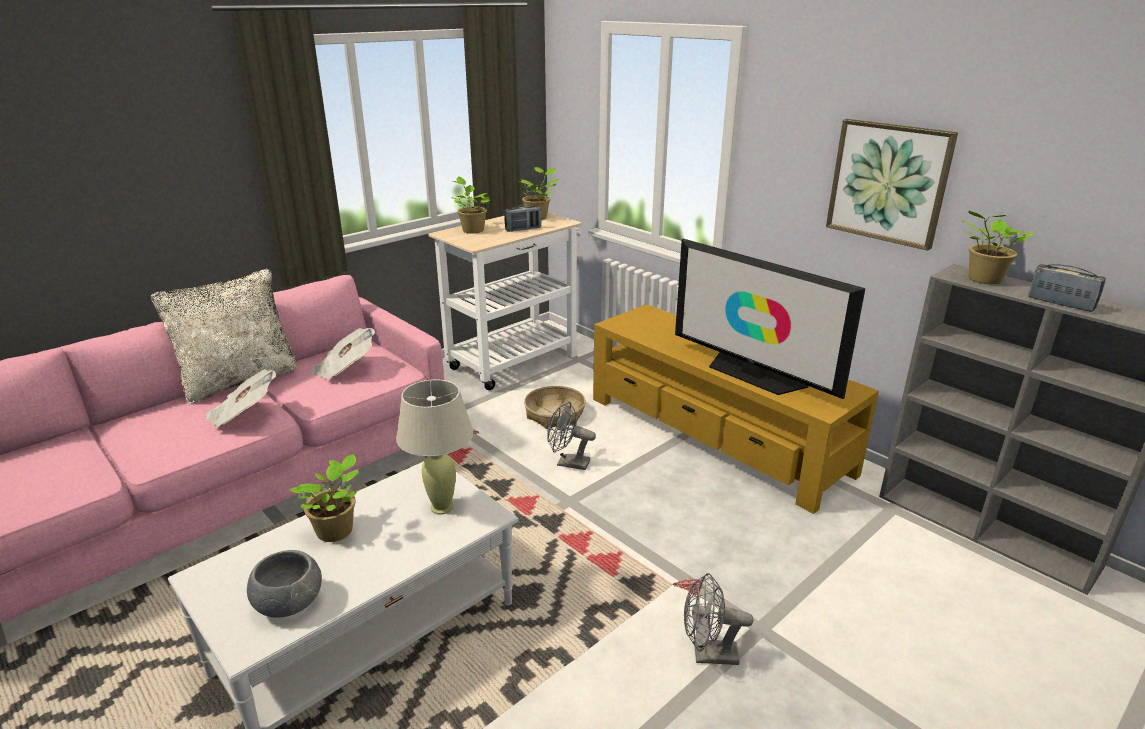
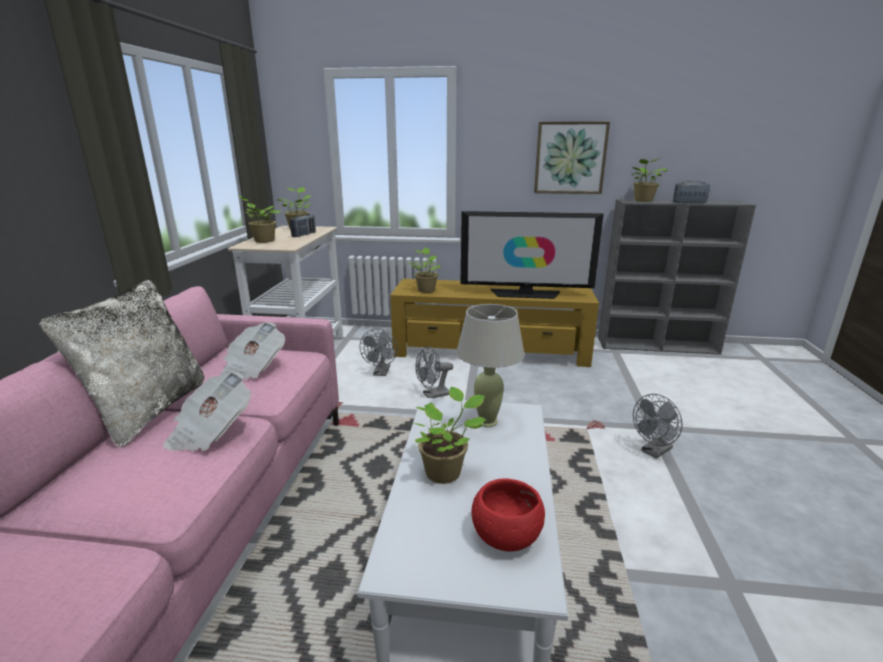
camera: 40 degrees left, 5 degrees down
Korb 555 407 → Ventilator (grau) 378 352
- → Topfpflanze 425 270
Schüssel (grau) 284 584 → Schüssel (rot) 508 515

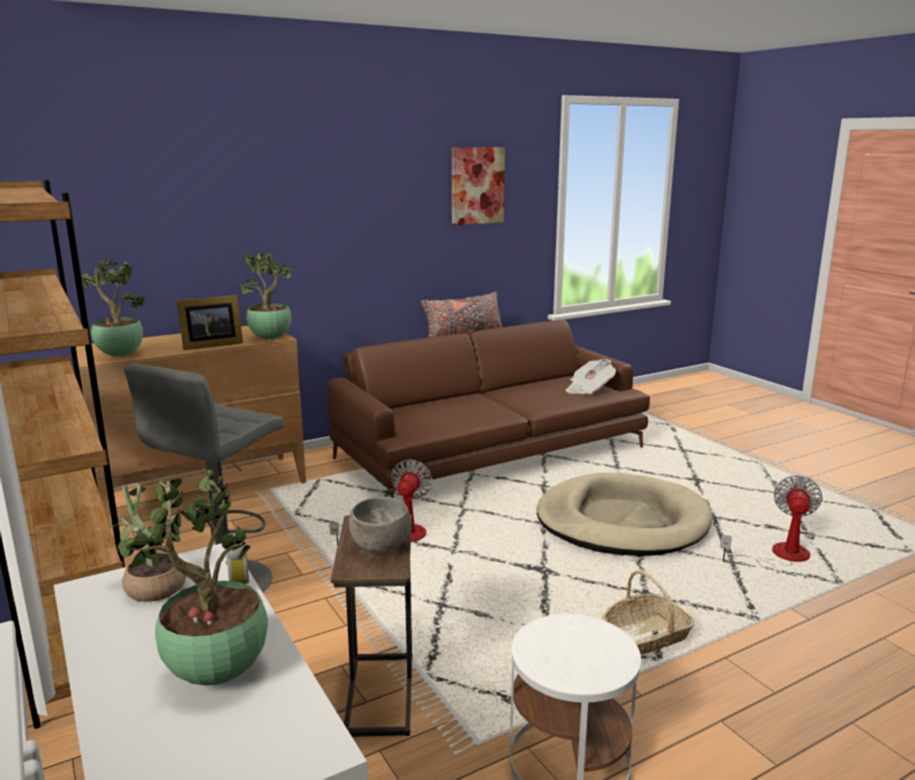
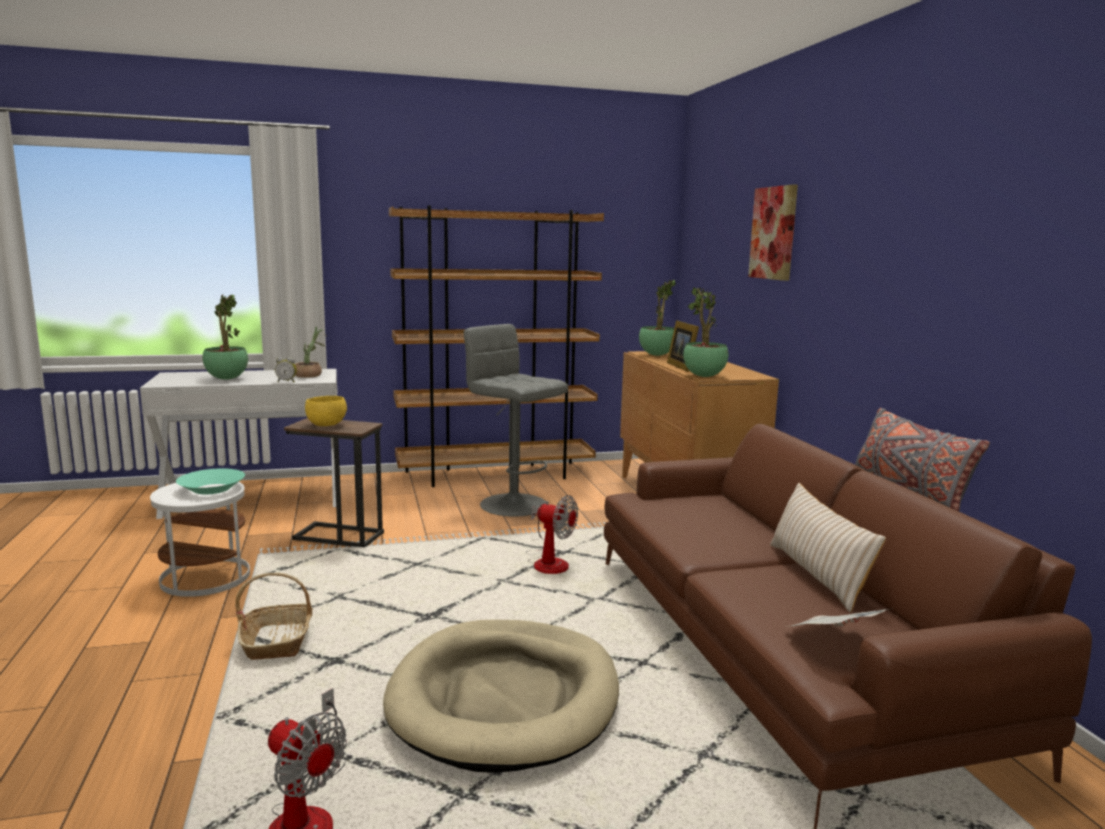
camera: 105 degrees right, 5 degrees down
- → Schüssel (türkis) 210 481
Schüssel (grau) 380 525 → Schüssel (gelb) 326 411
Bild 478 186 → Bild 773 232, moved
- → Kissen (beige) 828 547

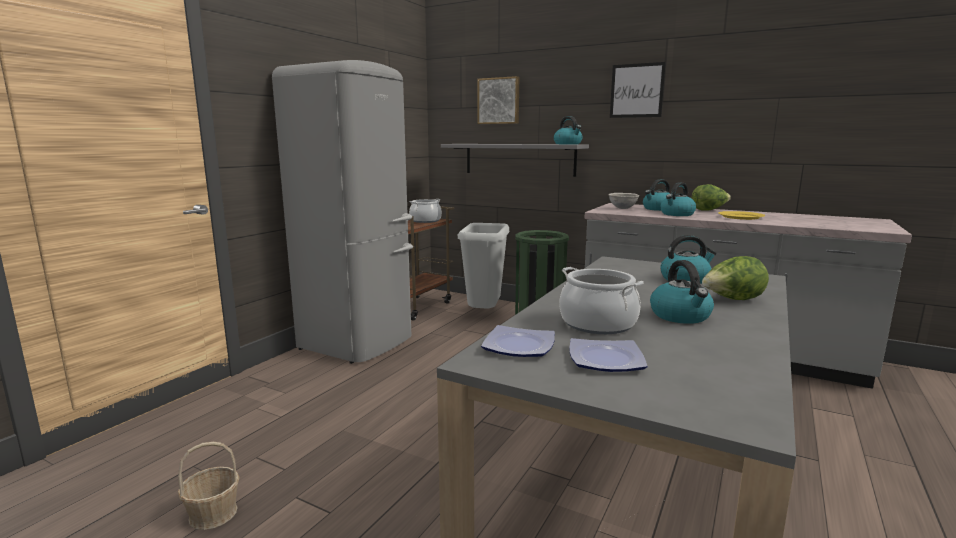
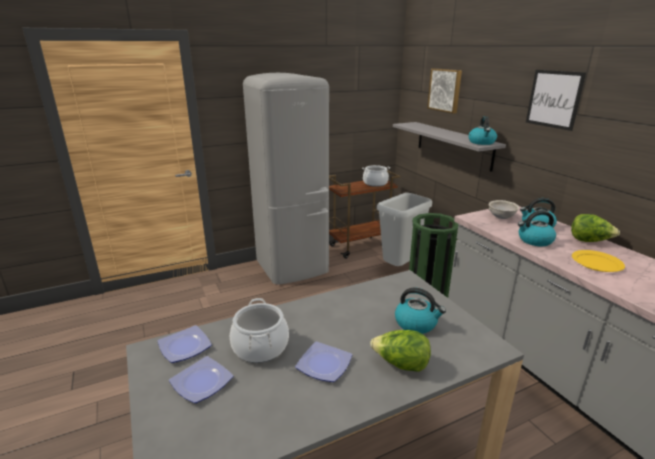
camera: 35 degrees right, 10 degrees up
Wasserkessel 682 292 → Teller 323 361
Korb 208 486 → -

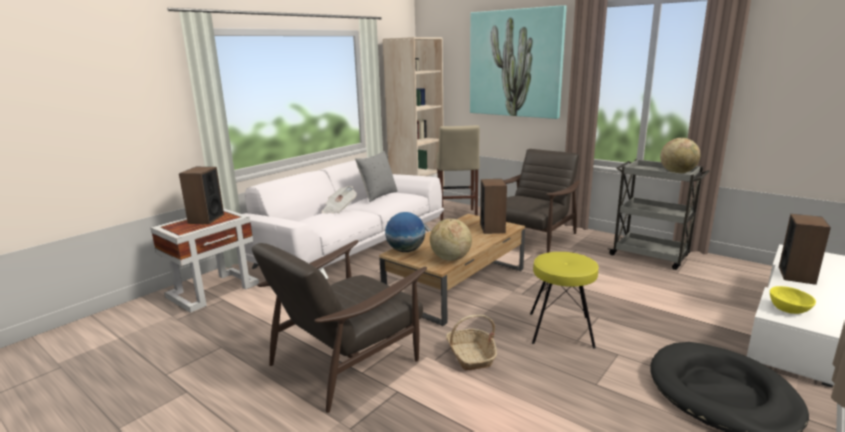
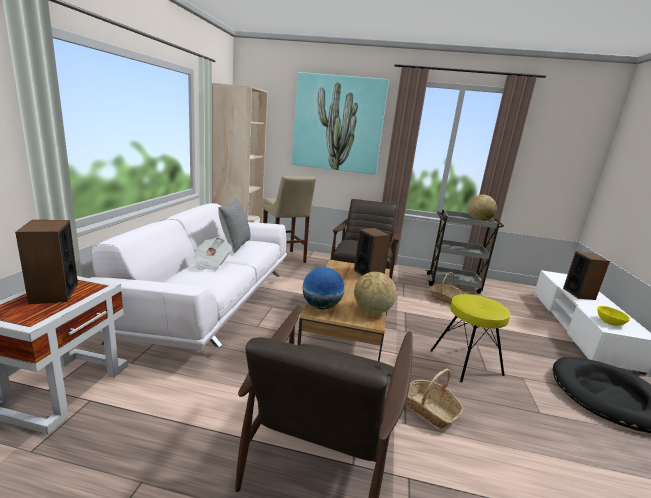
camera: 30 degrees left, 0 degrees up
- → Korb 447 288

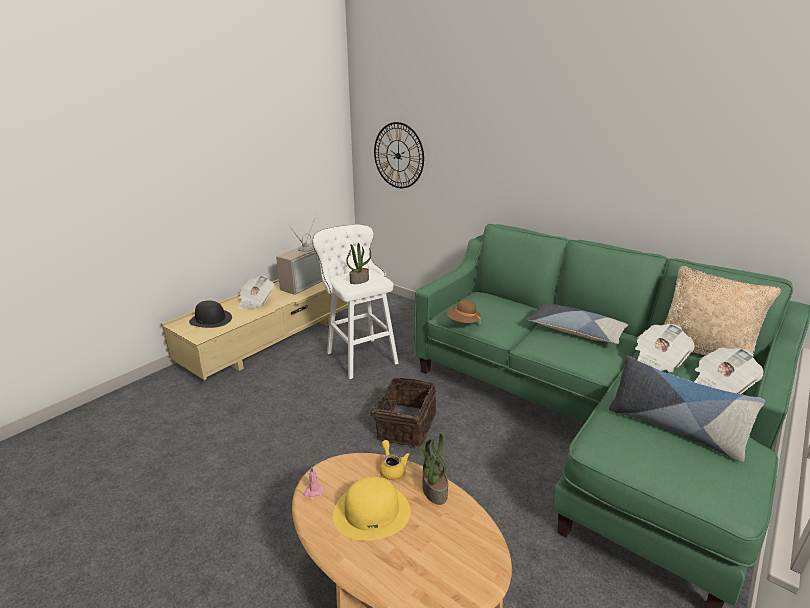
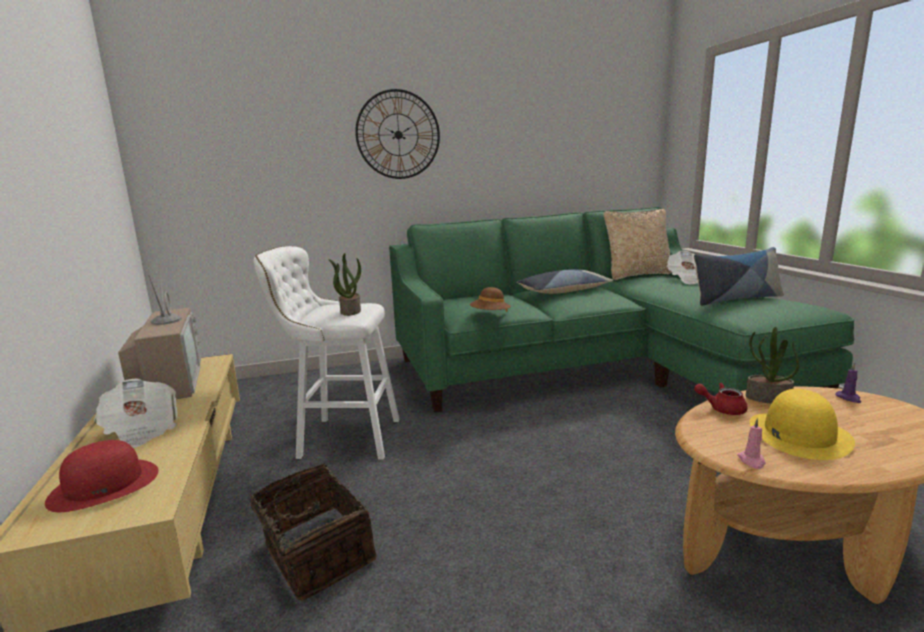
camera: 55 degrees left, 10 degrees down
Hut (schwarz) 210 314 → Hut (rot) 102 476
Korb 398 412 → Korb 313 532, moved
Wanduhr 399 155 → Wanduhr 397 134, moved
Teekanne (gelb) 395 460 → Teekanne (rot) 721 399
- → Kerze (lila) 848 383
Zeitung 665 348 → -

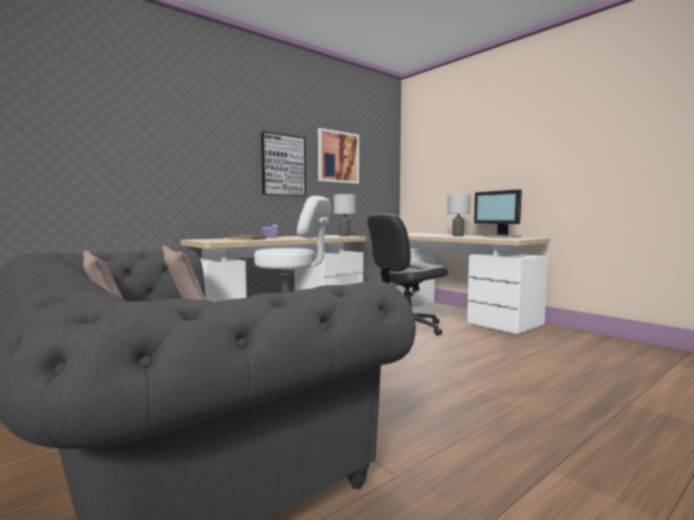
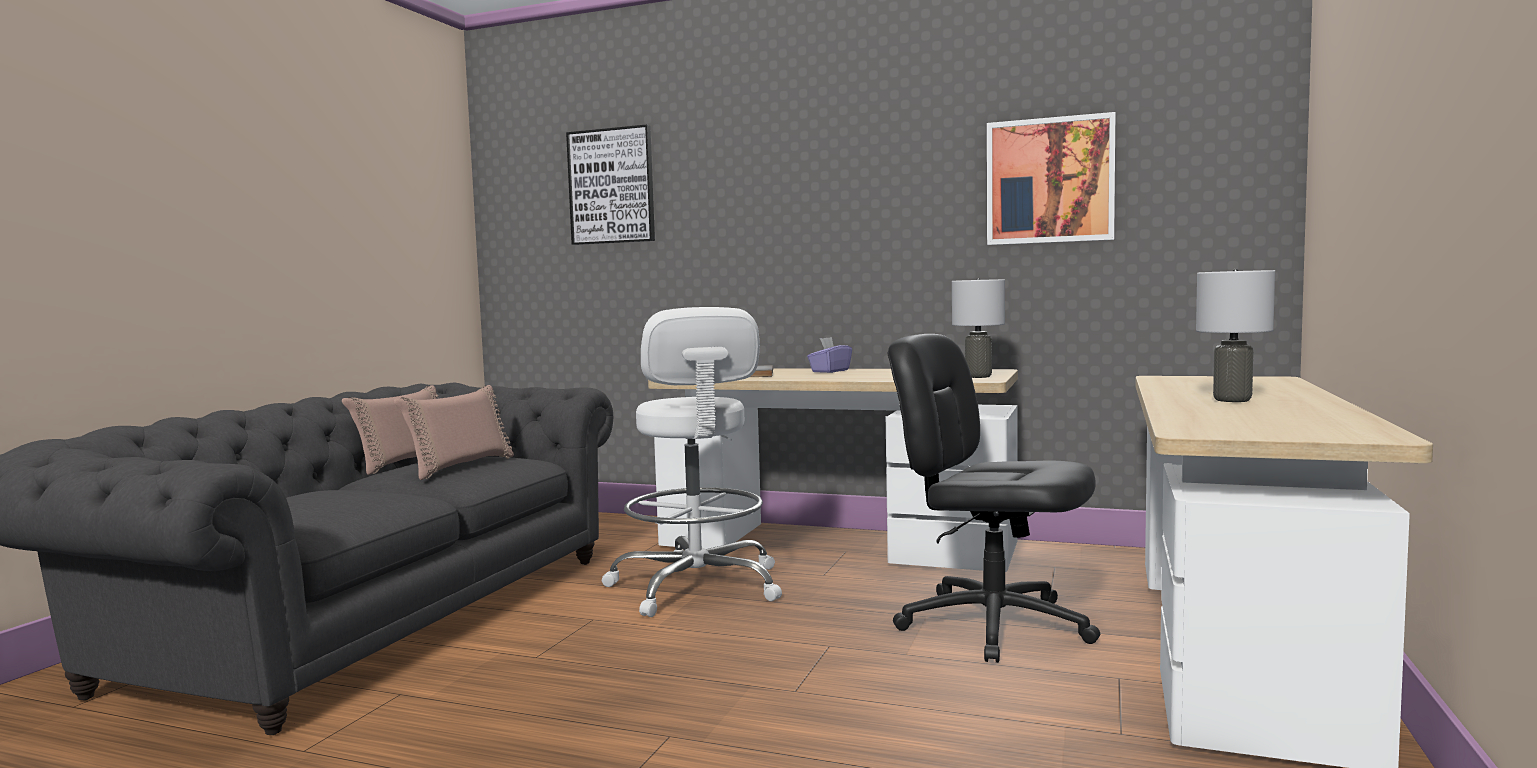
camera: 60 degrees right, 0 degrees up
Bild 283 163 → Bild 610 184, moved
Monitor 498 213 → -

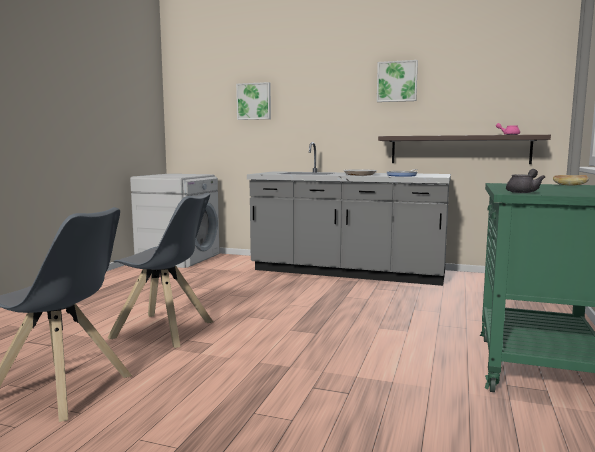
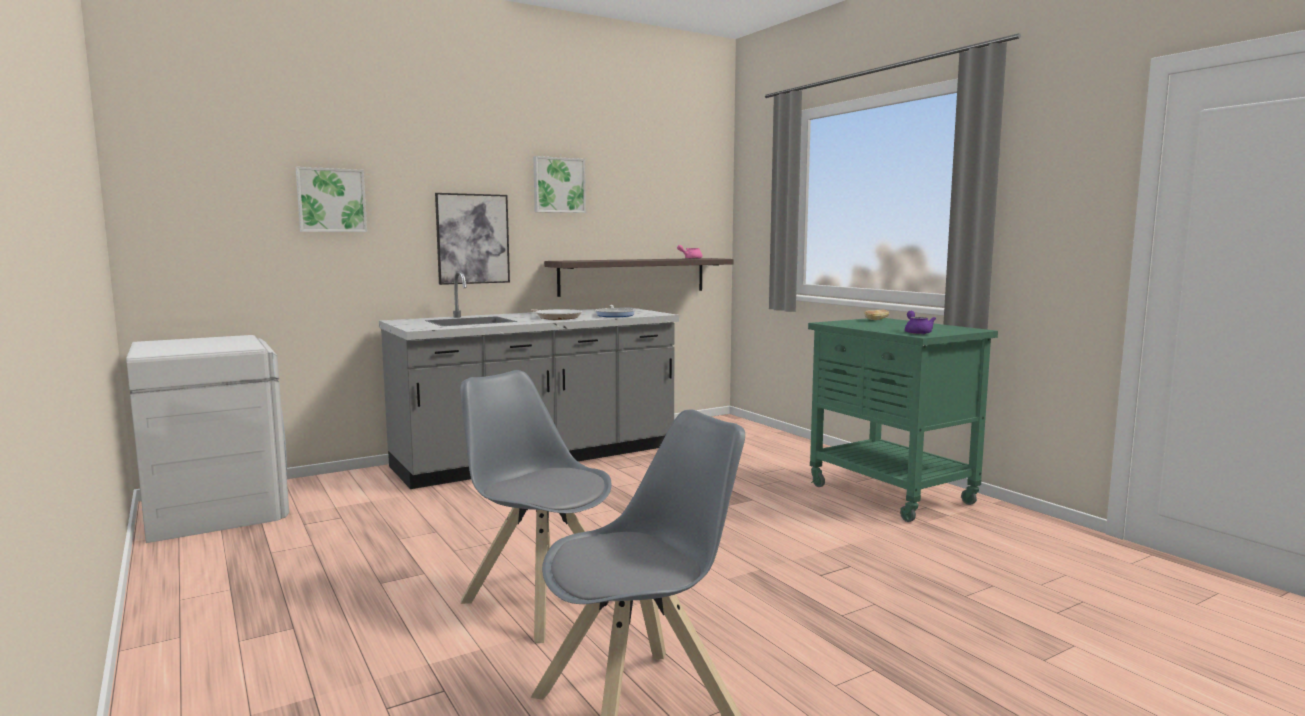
camera: 50 degrees left, 0 degrees up
- → Bild 472 239
Stuhl (grau) 160 270 → Stuhl (grau) 535 506, 105 degrees counterclockwise
Teekanne (grau) 525 181 → Teekanne (lila) 920 322

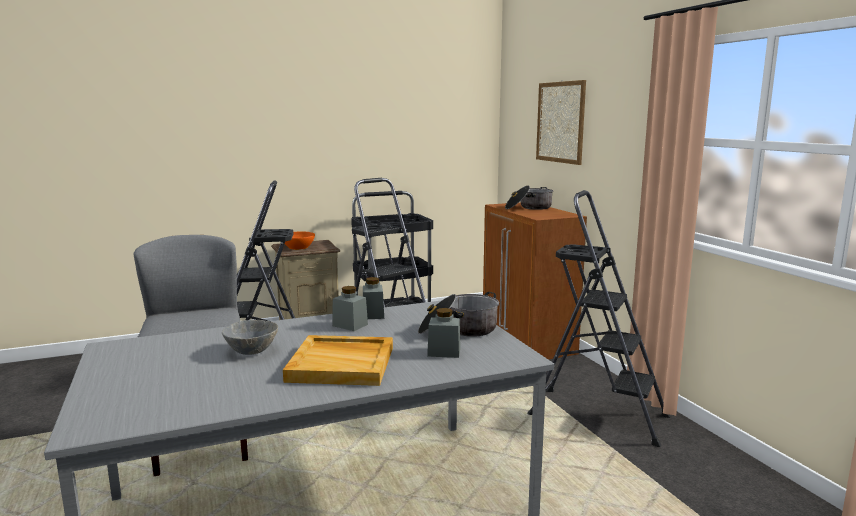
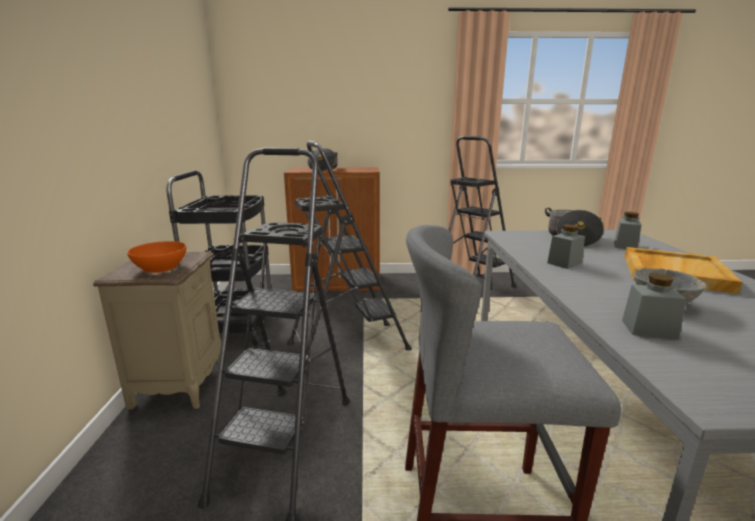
camera: 70 degrees left, 5 degrees up
Vorratsglas (grau) 373 298 → Vorratsglas (grau) 654 306, moved
Bild 561 122 → -

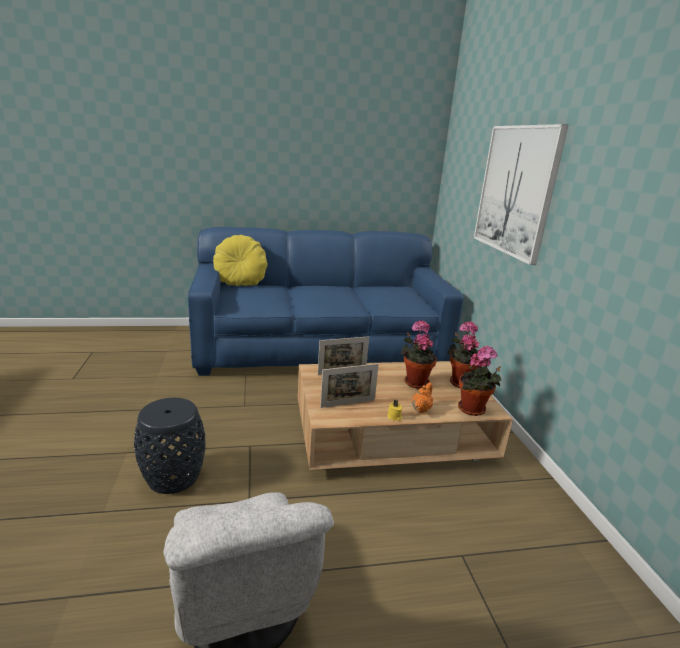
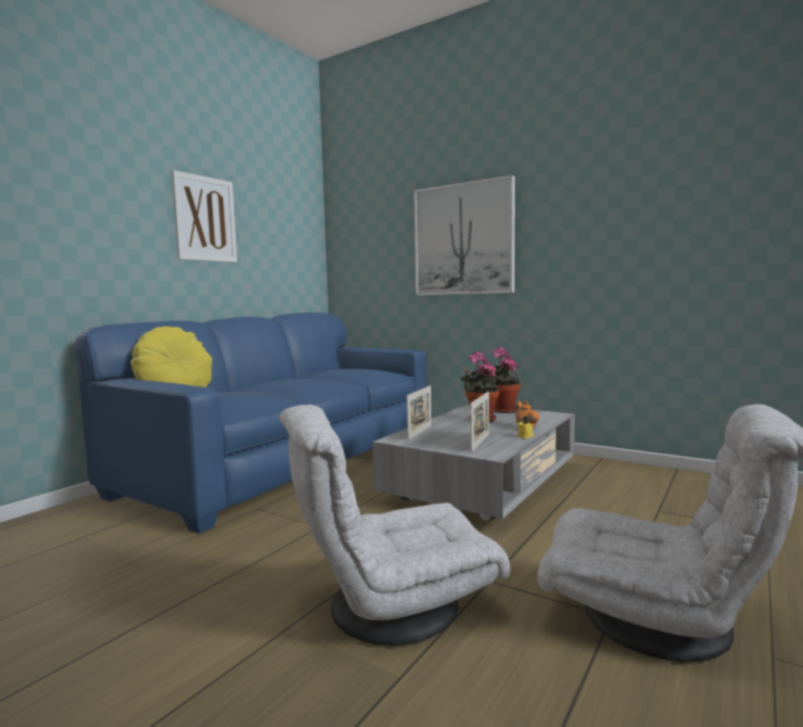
camera: 45 degrees left, 15 degrees down
- → Bild 204 216
Hocker (schwarz) 170 446 → Sessel (grau) 394 525
Couchtisch (braun) 405 415 → Couchtisch (grau) 473 463
Topfpflanze 479 381 → -

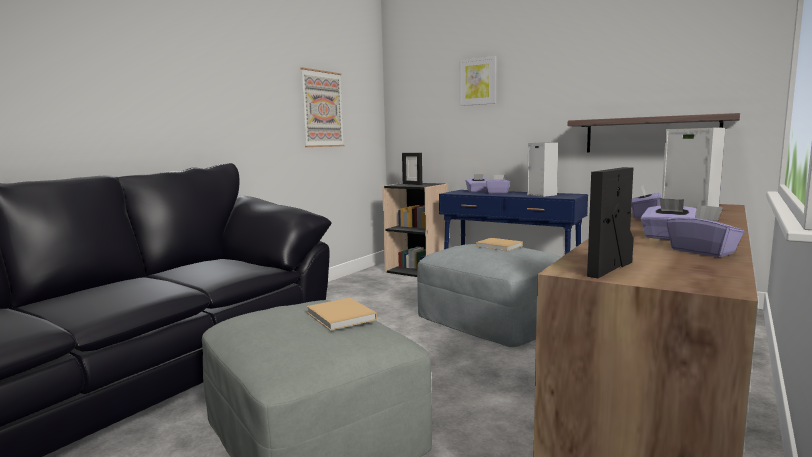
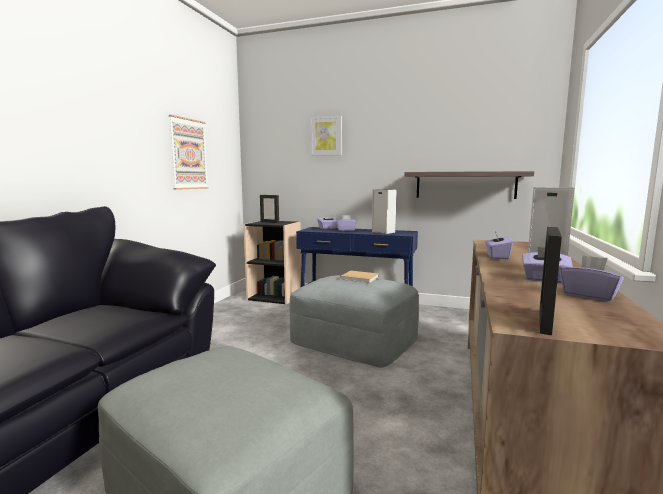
camera: 15 degrees left, 0 degrees up
Buch (beige) 342 314 → -

